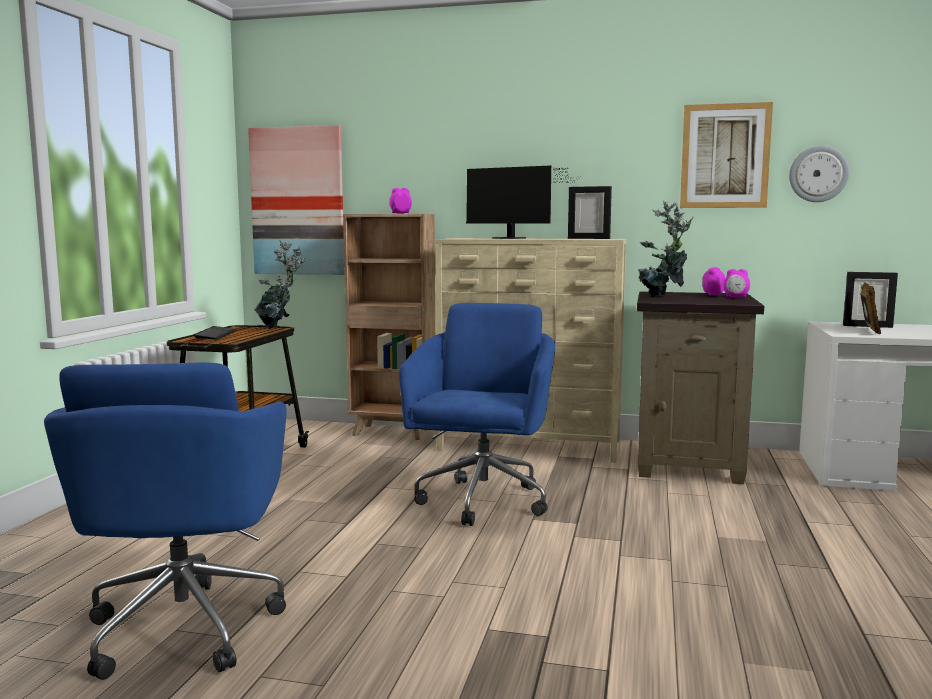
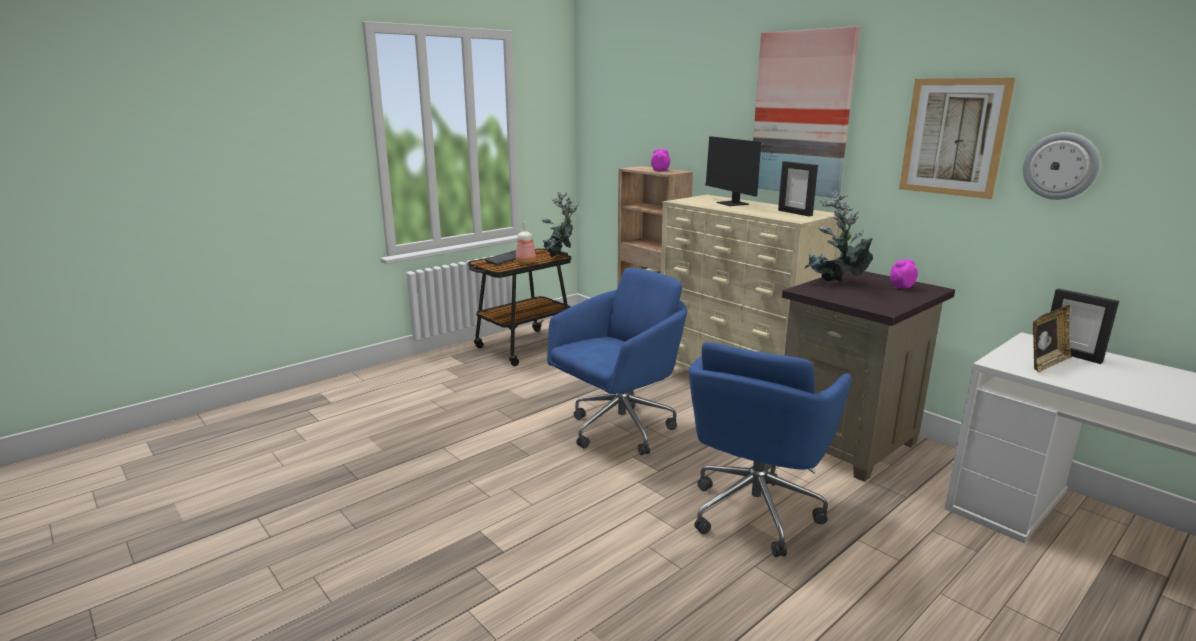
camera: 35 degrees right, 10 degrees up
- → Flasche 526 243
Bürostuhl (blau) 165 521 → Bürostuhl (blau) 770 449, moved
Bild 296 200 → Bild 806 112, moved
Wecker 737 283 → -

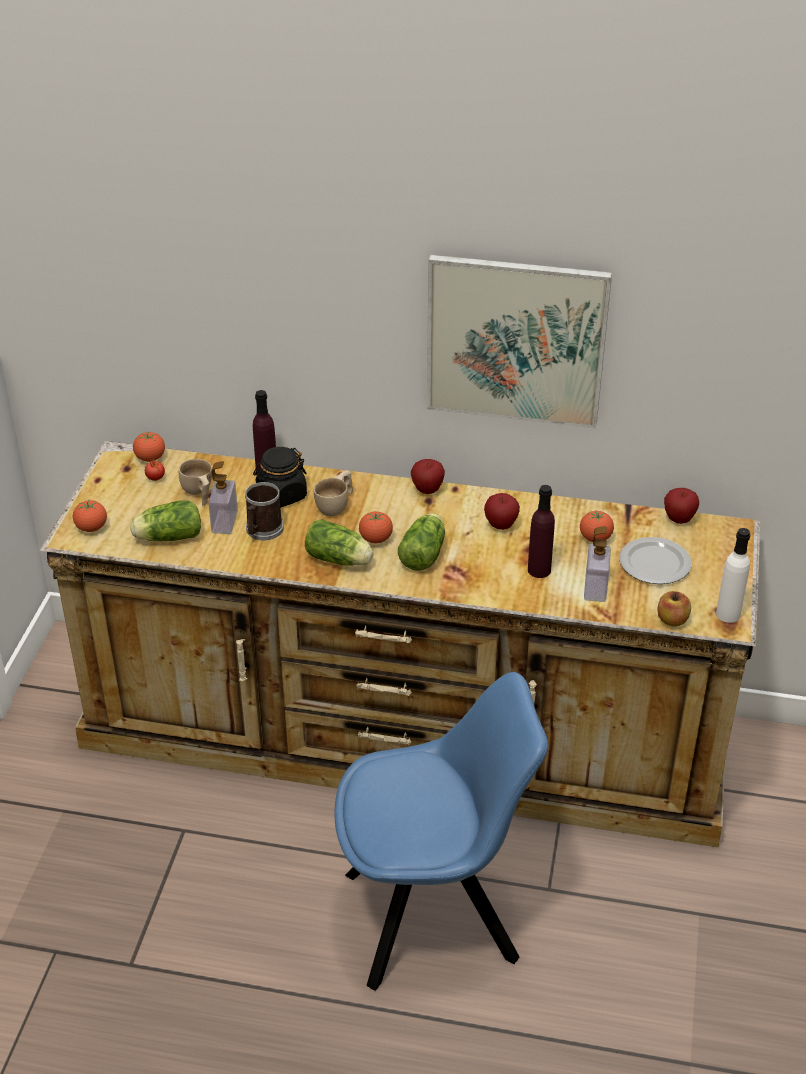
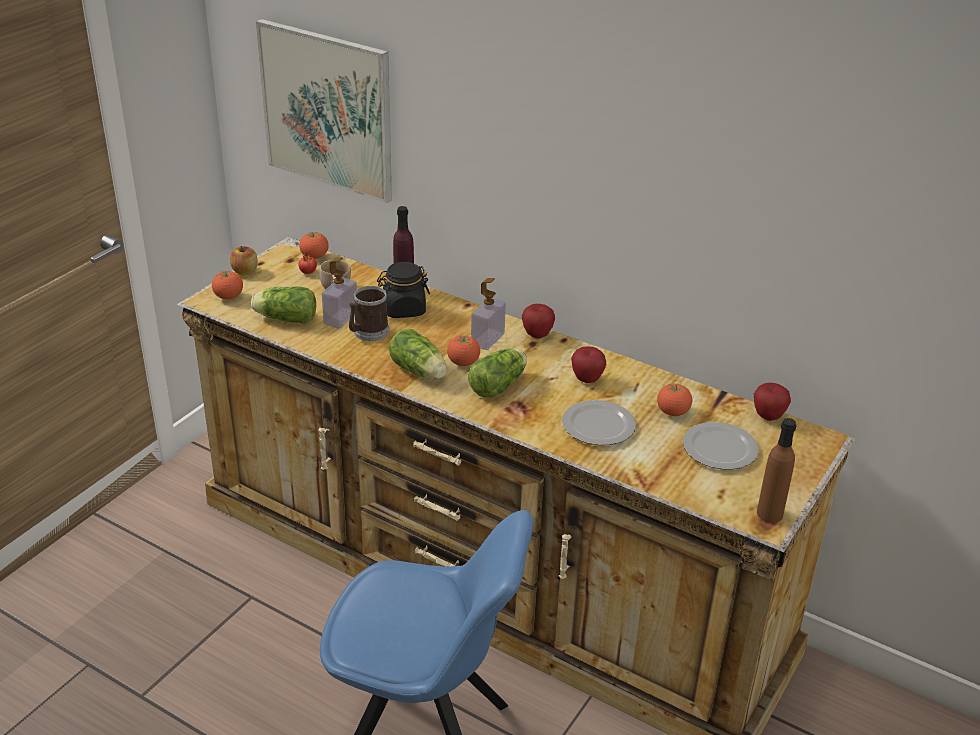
camera: 20 degrees right, 5 degrees down
Apfel 674 609 → Apfel 244 260, moved
Bild 519 342 → Bild 324 111, moved
Seifenspender 597 564 → Seifenspender 488 314, moved
Flasche (lila) 541 531 → Teller 599 422
Flasche (weiß) 733 575 → Flasche (braun) 776 470
Tasse (beige) 333 493 → -

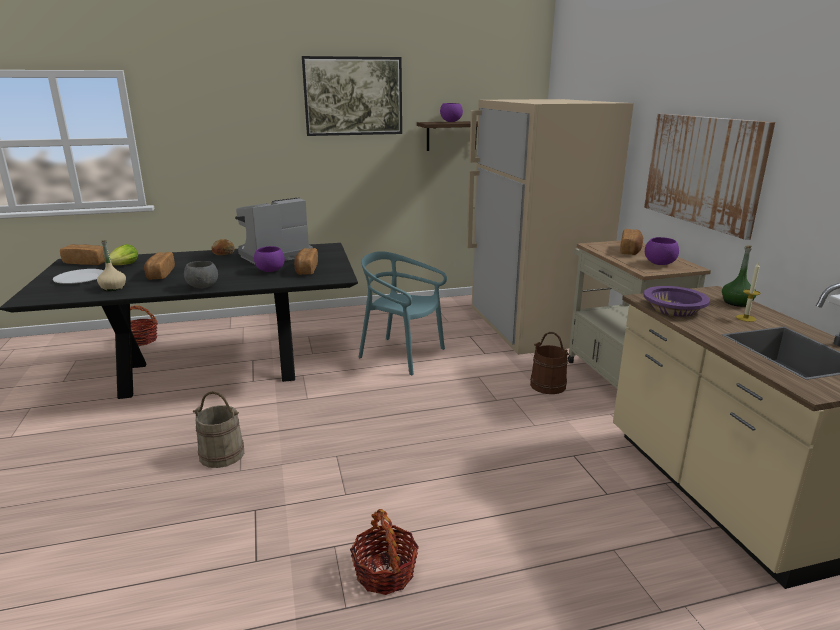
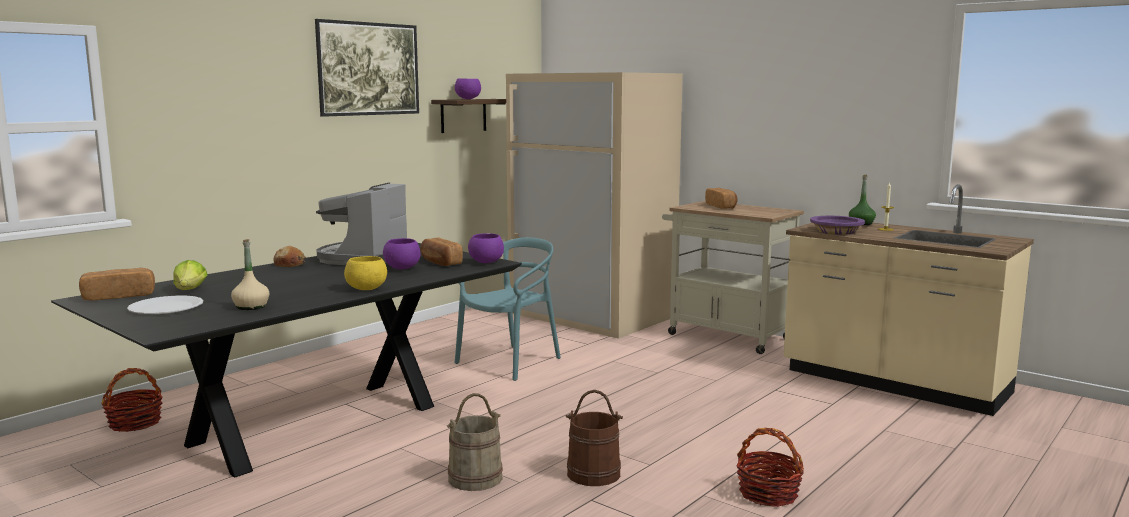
camera: 35 degrees left, 10 degrees down
Schüssel (grau) 201 275 → Schüssel (gelb) 365 273
Stuhl (türkis) 403 313 → Stuhl (türkis) 507 309, 135 degrees clockwise
Schüssel (lila) 662 251 → Schüssel (lila) 486 248, moved
Eimer (braun) 549 363 → Eimer (braun) 594 438, moved
Brot 159 266 → -
Bild 709 177 → -

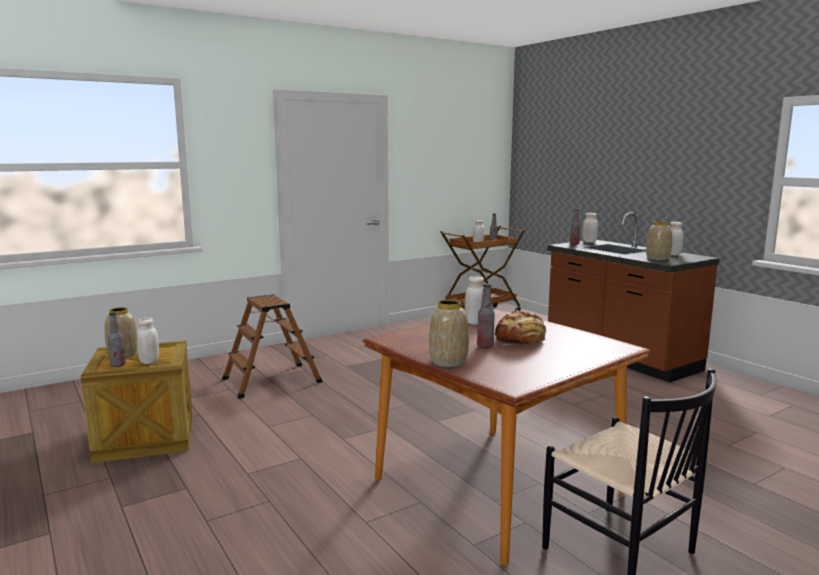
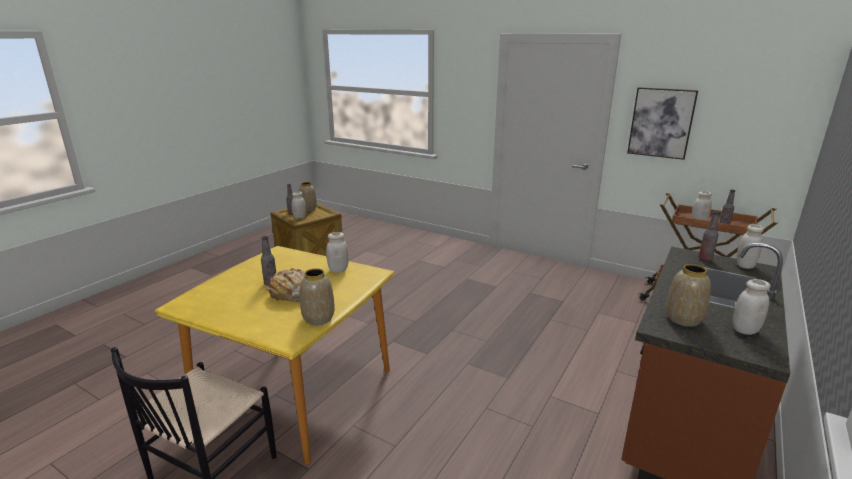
camera: 65 degrees right, 10 degrees up
Esstisch (braun) 506 437 → Esstisch (gelb) 274 355
Vase 449 333 → Vase 317 296, moved
- → Bild 662 123
Trittleiter (braun) 272 346 → -

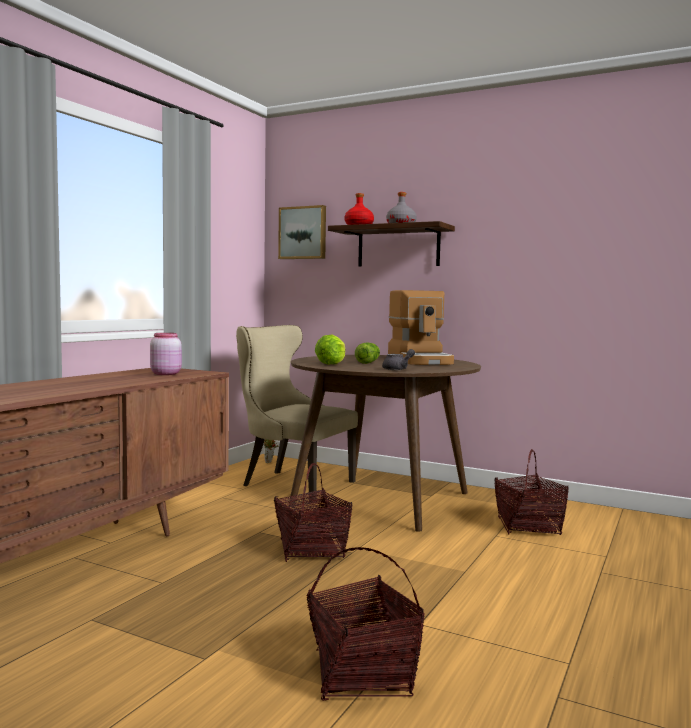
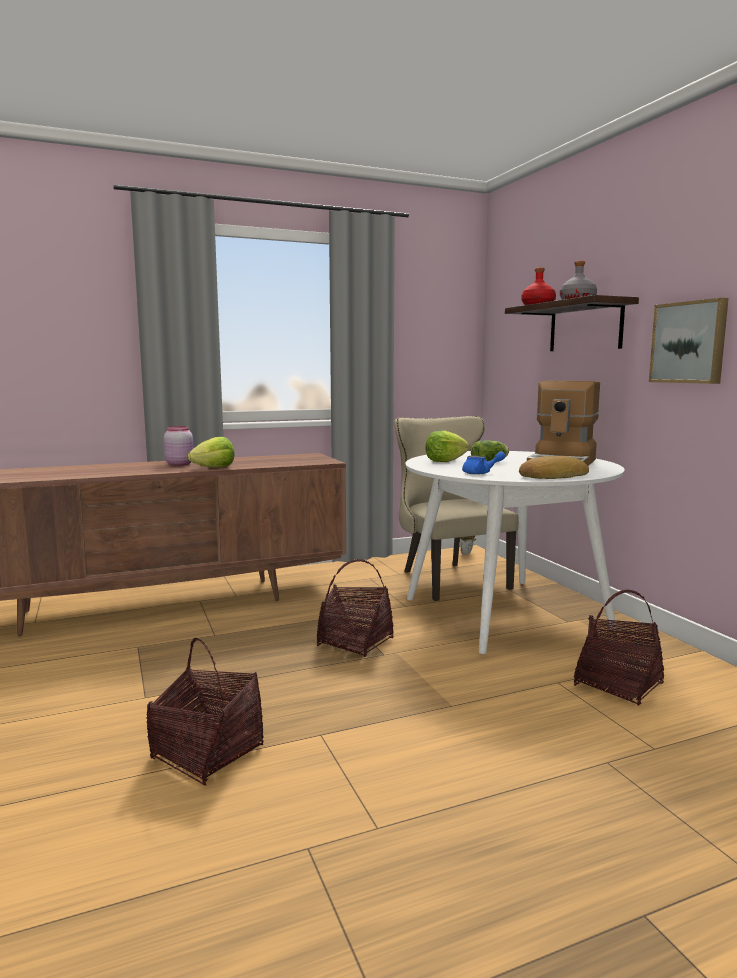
camera: 40 degrees right, 5 degrees up
Vorratsglas (rosa) 166 354 → Vorratsglas (rosa) 178 446, moved
- → Salatkopf 211 452
Esstisch (braun) 384 443 → Esstisch (weiß) 514 552
Teekanne (grau) 398 359 → Teekanne (blau) 483 463
- → Brot 554 467
Bild 302 232 → Bild 689 341, moved

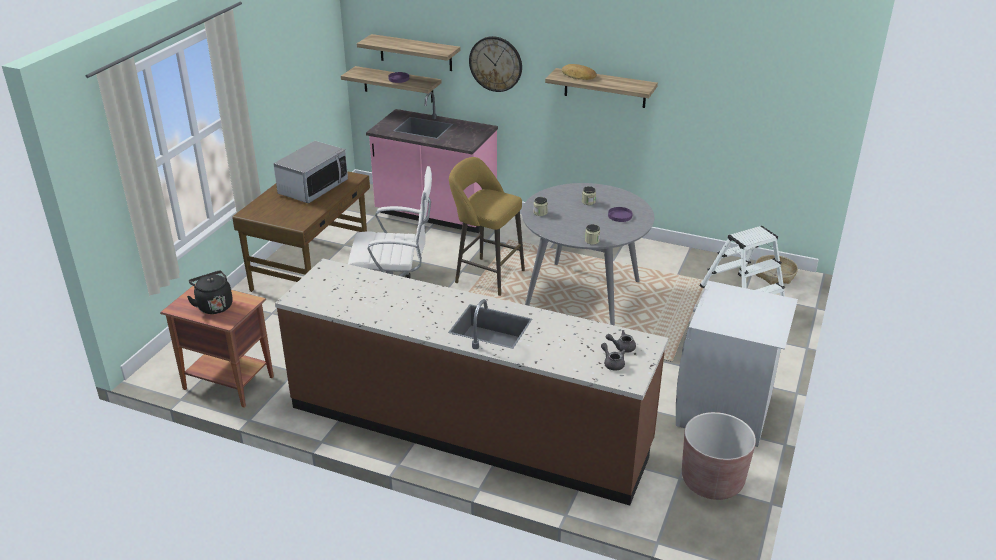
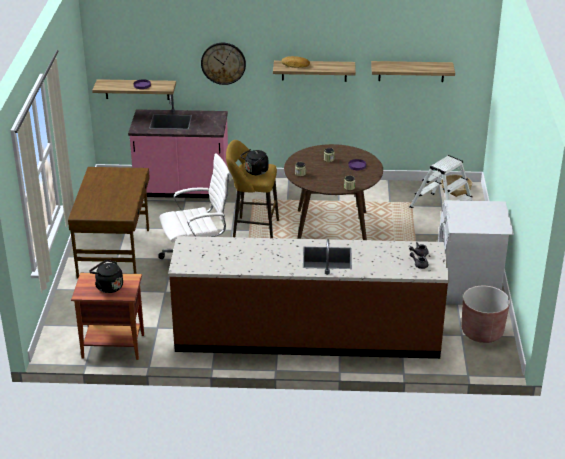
camera: 20 degrees left, 0 degrees up
- → Wasserkessel (schwarz) 254 162
Esstisch (grau) 588 254 → Esstisch (braun) 333 192
Wandregal 409 52 → Wandregal 413 71, moved
Mikrowelle 310 172 → -

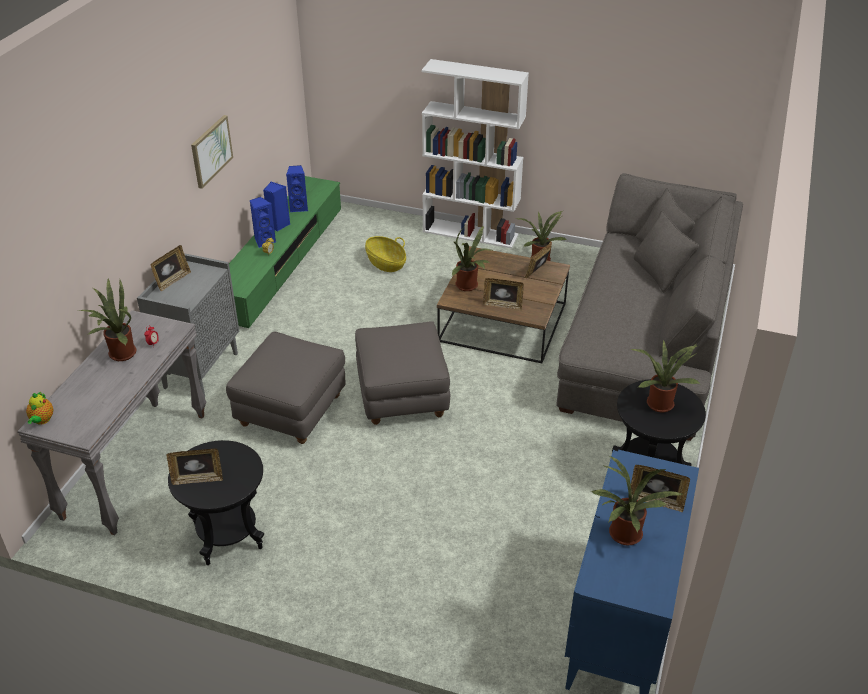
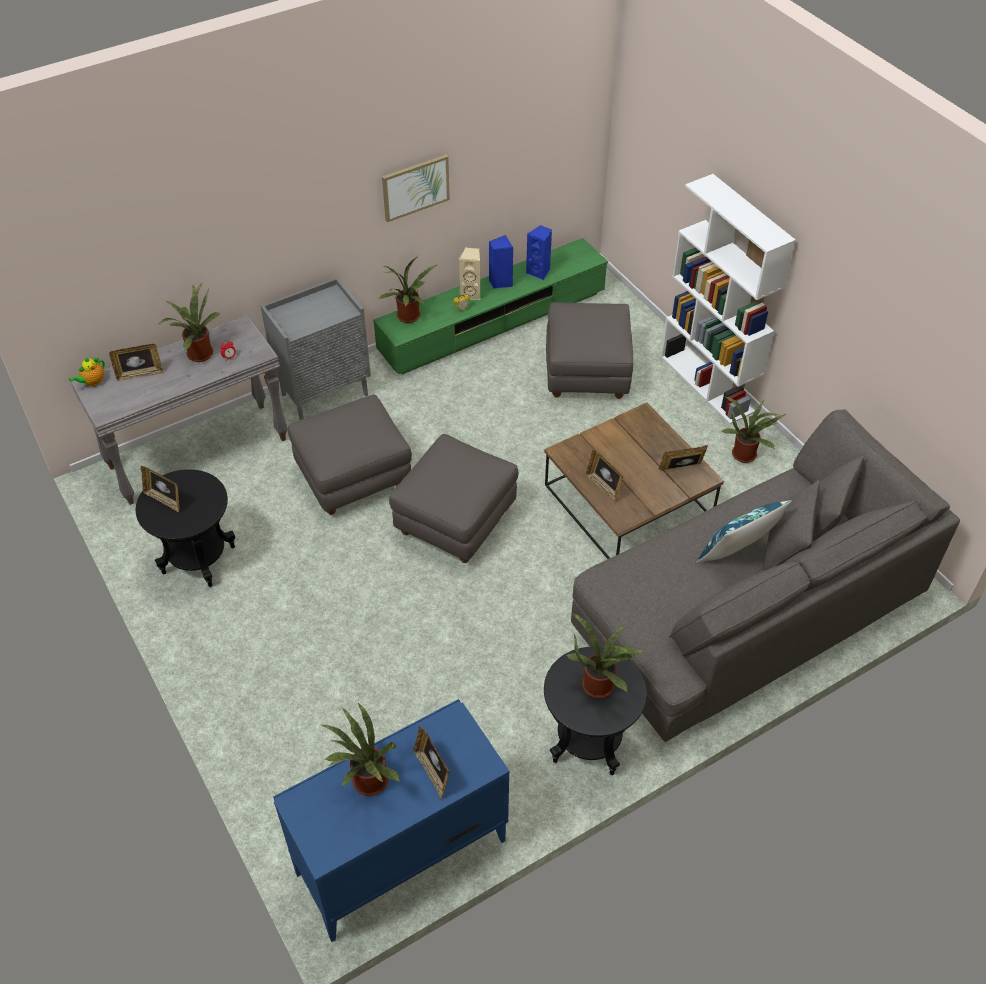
camera: 40 degrees right, 10 degrees up
Bilderrahmen 171 268 → Bilderrahmen 136 362, moved
Topfpflanze 471 258 → Topfpflanze 407 290, moved
Lautsprecher (blau) 263 222 → Lautsprecher (beige) 469 273
Korb 385 254 → Polsterhocker (grau) 589 350
- → Kissen (blau) 744 531

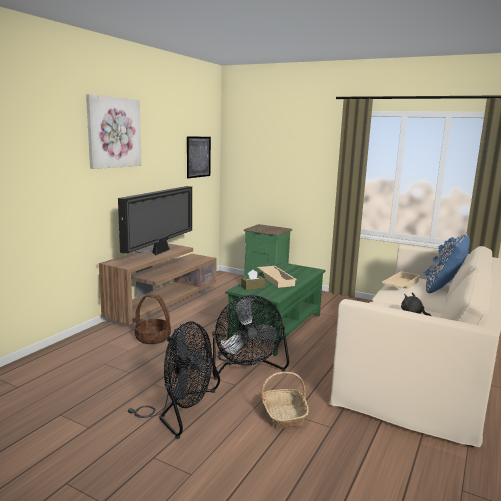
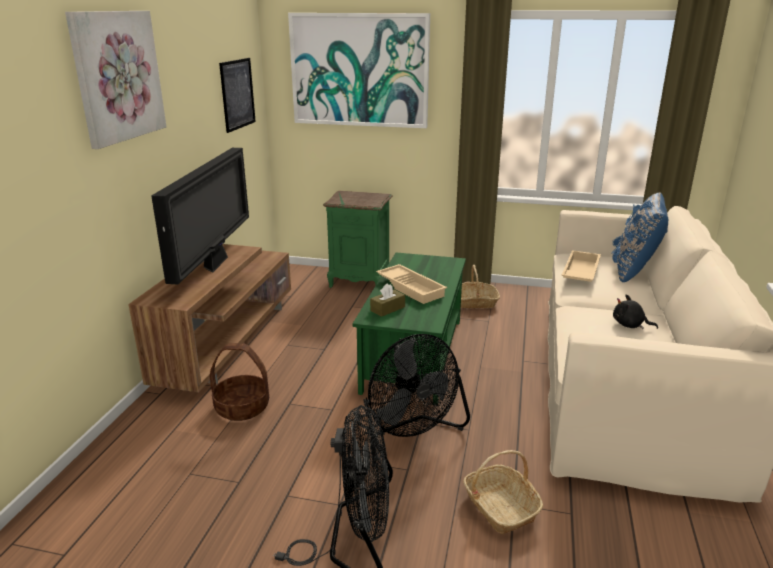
camera: 15 degrees left, 10 degrees up
- → Bild 359 70
- → Korb 480 286

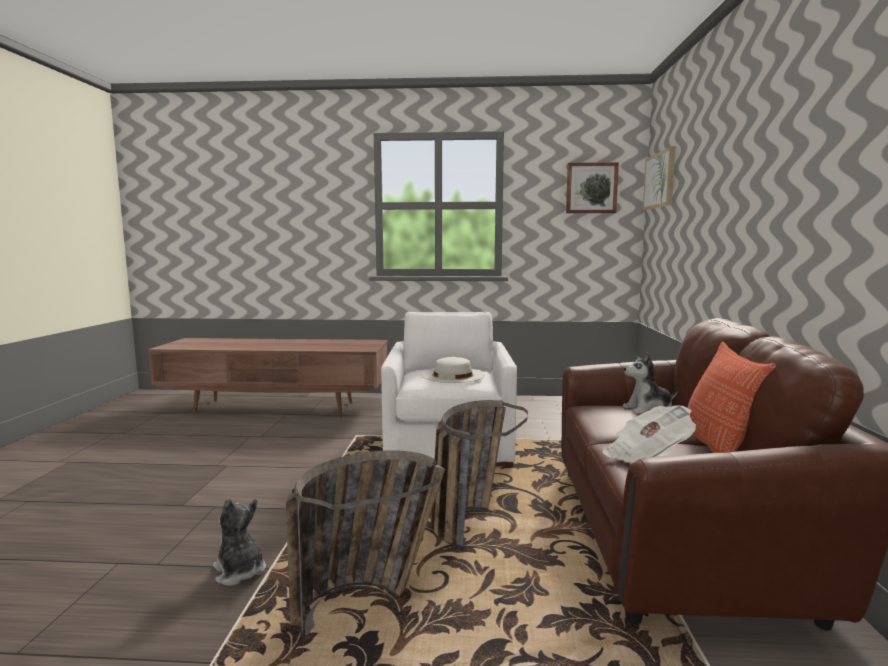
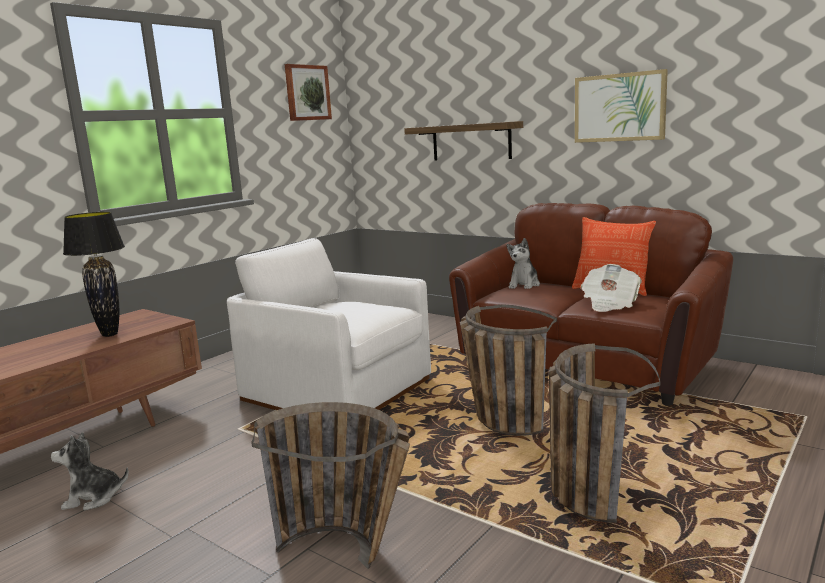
camera: 55 degrees left, 5 degrees up
Plüschtier 239 542 → Plüschtier 90 471, moved
- → Tischlampe (schwarz) 94 274
- → Korb 330 485
- → Wandregal 463 141
Bild 659 178 → Bild 621 106, moved
Hut (weiß) 453 370 → -

